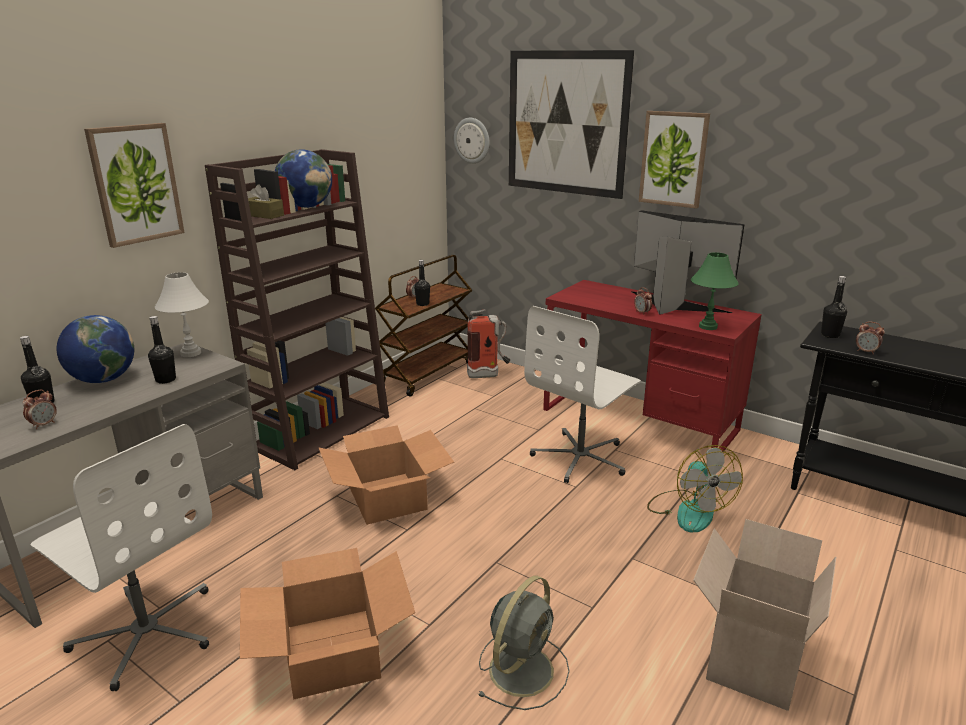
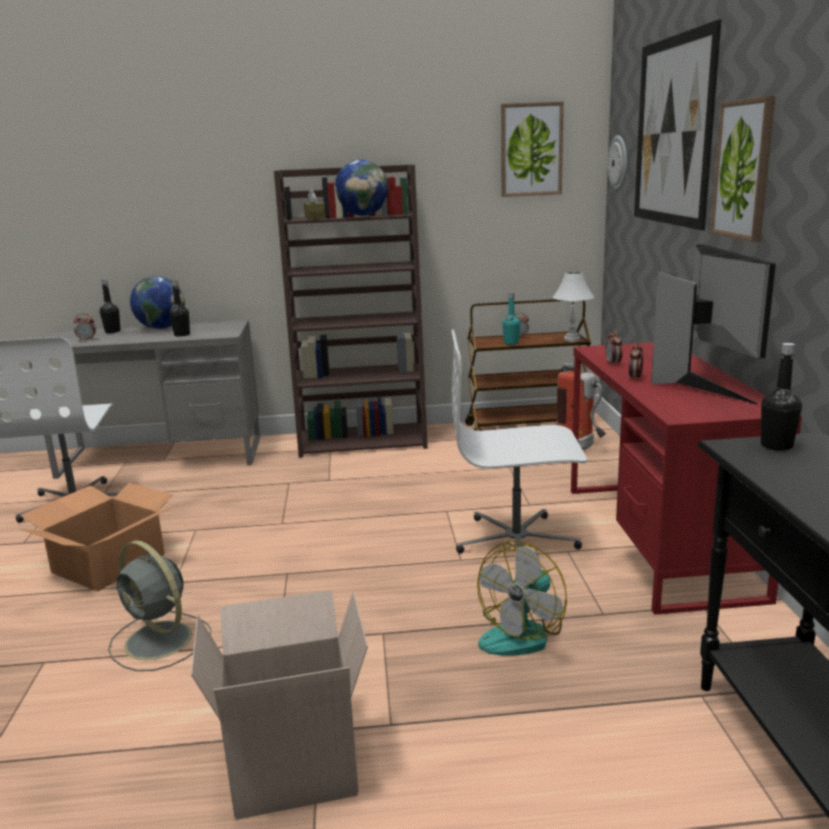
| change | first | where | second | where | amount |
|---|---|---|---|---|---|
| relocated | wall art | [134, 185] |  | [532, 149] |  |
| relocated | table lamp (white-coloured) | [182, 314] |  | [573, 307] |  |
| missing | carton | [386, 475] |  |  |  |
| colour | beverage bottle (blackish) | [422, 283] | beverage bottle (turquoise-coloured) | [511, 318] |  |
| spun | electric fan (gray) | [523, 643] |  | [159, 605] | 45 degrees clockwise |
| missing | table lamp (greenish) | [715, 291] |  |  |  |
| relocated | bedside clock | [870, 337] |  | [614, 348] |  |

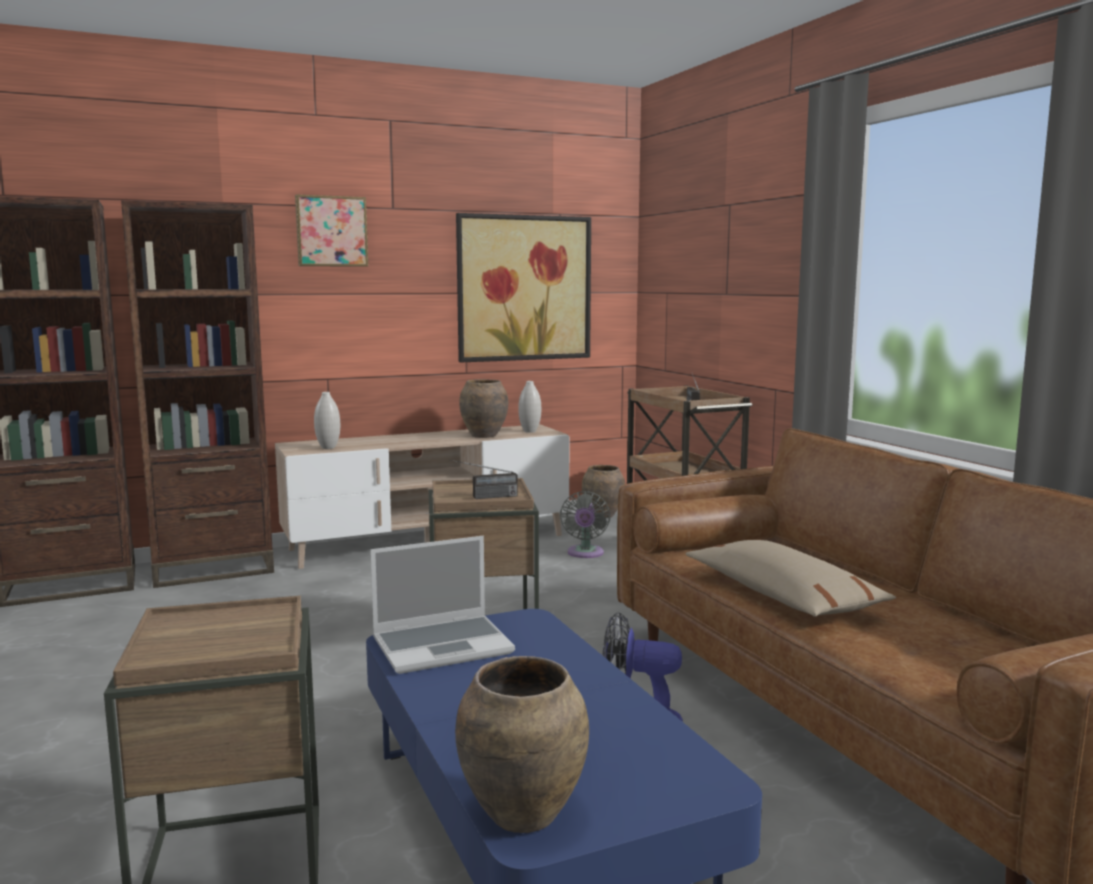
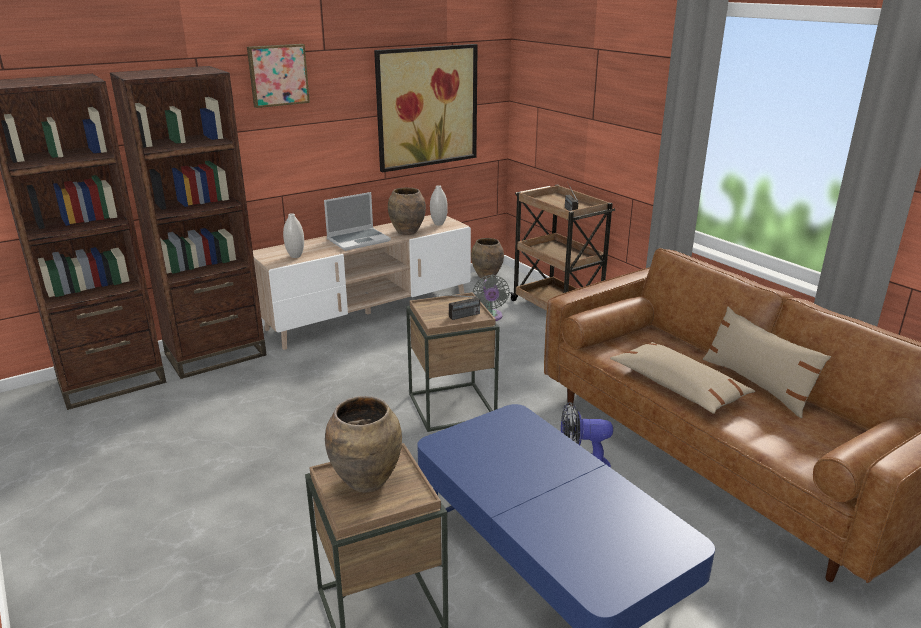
| change | first | where | second | where | amount |
|---|---|---|---|---|---|
| relocated | laptop | [442, 605] |  | [357, 221] |  |
| relocated | vase (brown-coloured) | [522, 744] |  | [363, 444] |  |
| appeared |  |  | throw pillow (sand-coloured) | [767, 362] |  |

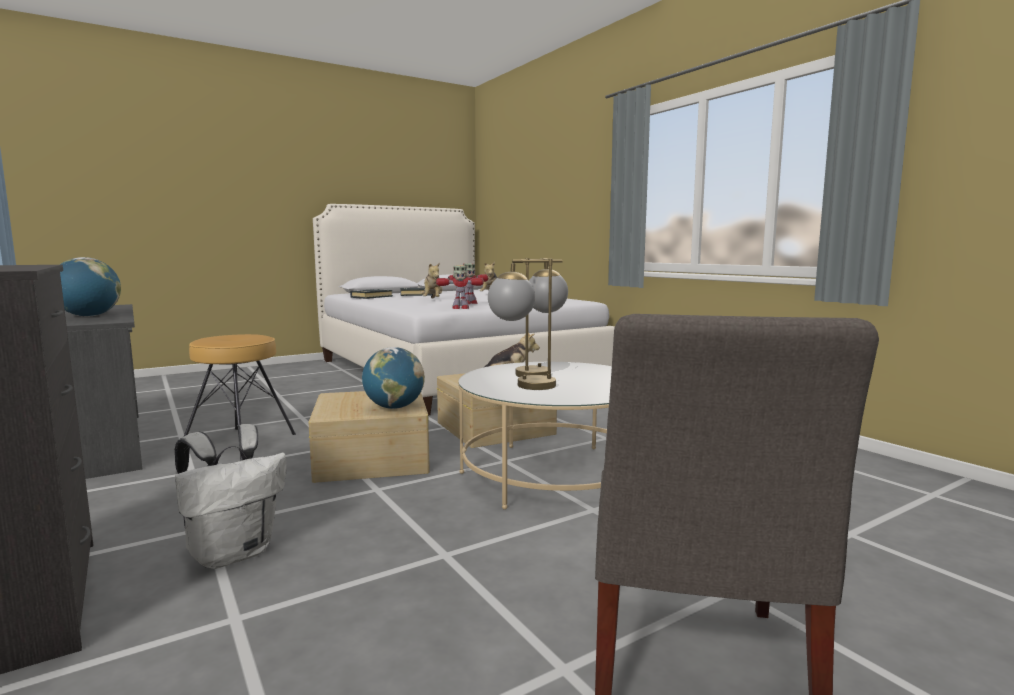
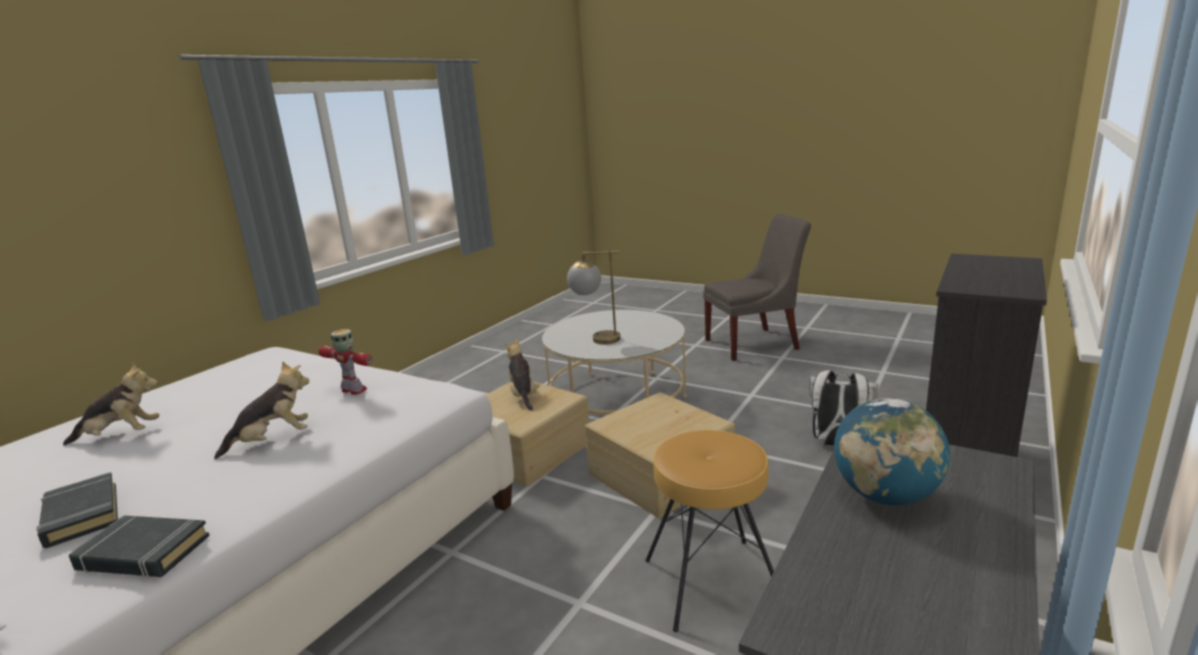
| change | first | where | second | where | amount |
|---|---|---|---|---|---|
| missing | globe | [393, 378] |  |  |  |
| missing | model robot | [459, 287] |  |  |  |
| missing | table lamp | [525, 324] |  |  |  |

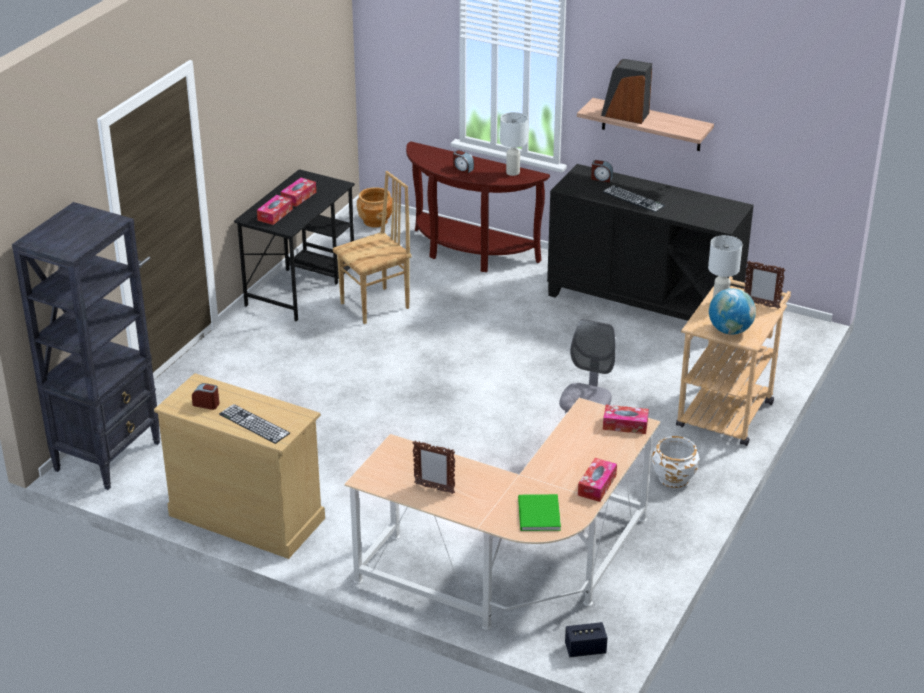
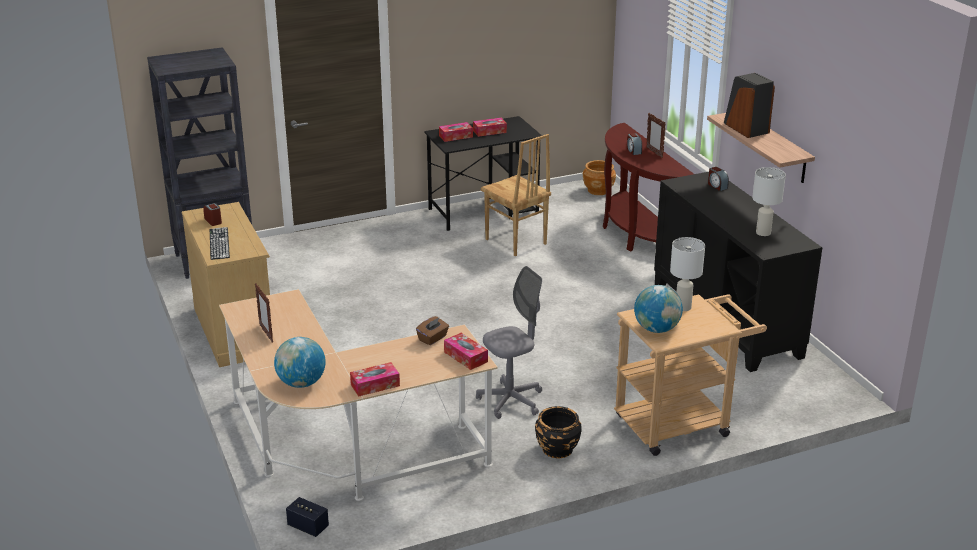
| change | first | where | second | where | amount |
|---|---|---|---|---|---|
| spun | plain chair (brown-coloured) | [372, 247] |  | [516, 195] | 45 degrees clockwise |
| relocated | table lamp (white-coloured) | [514, 144] |  | [769, 201] |  |
| exchanged | book (greenish) | [539, 512] | globe | [300, 362] |  |
| missing | keyboard | [634, 198] |  |  |  |
| colour | plant pot (white-coloured) | [675, 462] | plant pot (blackish) | [558, 432] |  |
| relocated | photo frame | [764, 285] |  | [656, 135] |  |
| appeared |  |  | box of tissues (brown-coloured) | [432, 330] |  |

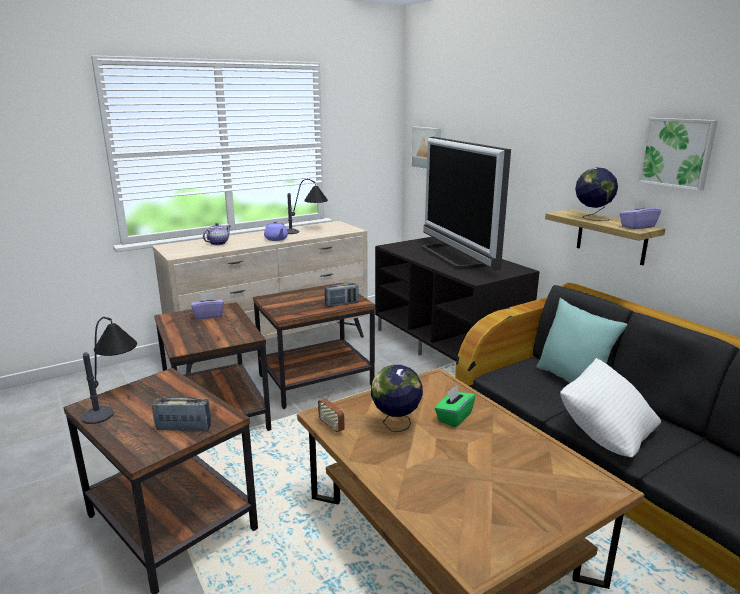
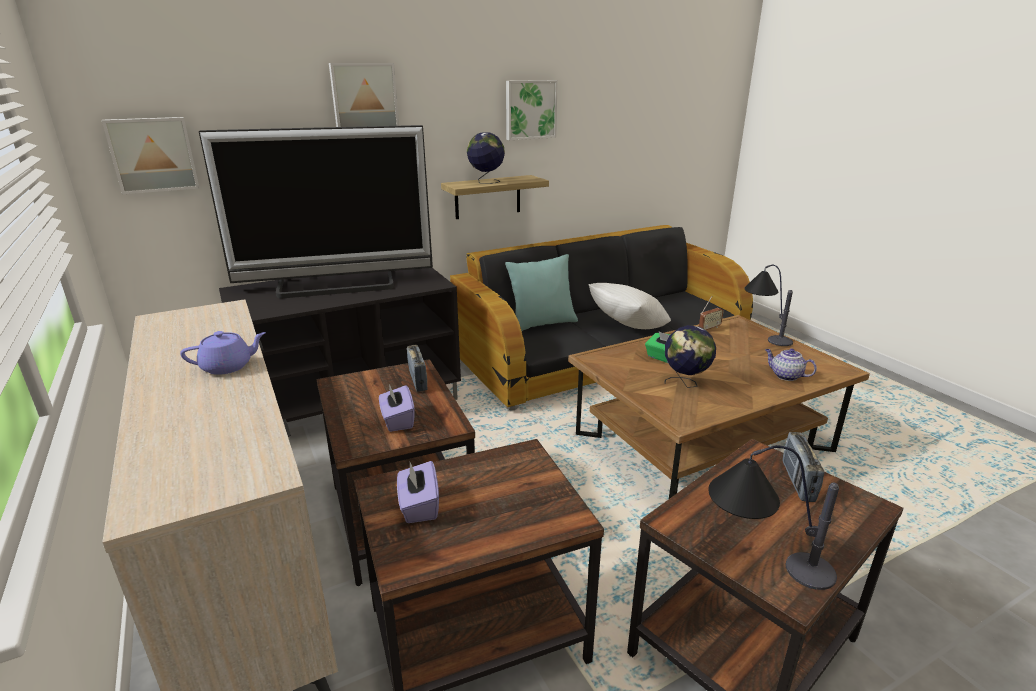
| change | first | where | second | where | amount |
|---|---|---|---|---|---|
| relocated | tea pot | [217, 234] |  | [791, 365] |  |
| relocated | table lamp | [307, 206] |  | [769, 305] |  |
| relocated | radio receiver | [331, 410] |  | [711, 313] |  |
| relocated | box of tissues (purple) | [640, 214] |  | [397, 408] |  |
| appeared |  |  | wall art | [364, 95] |  |

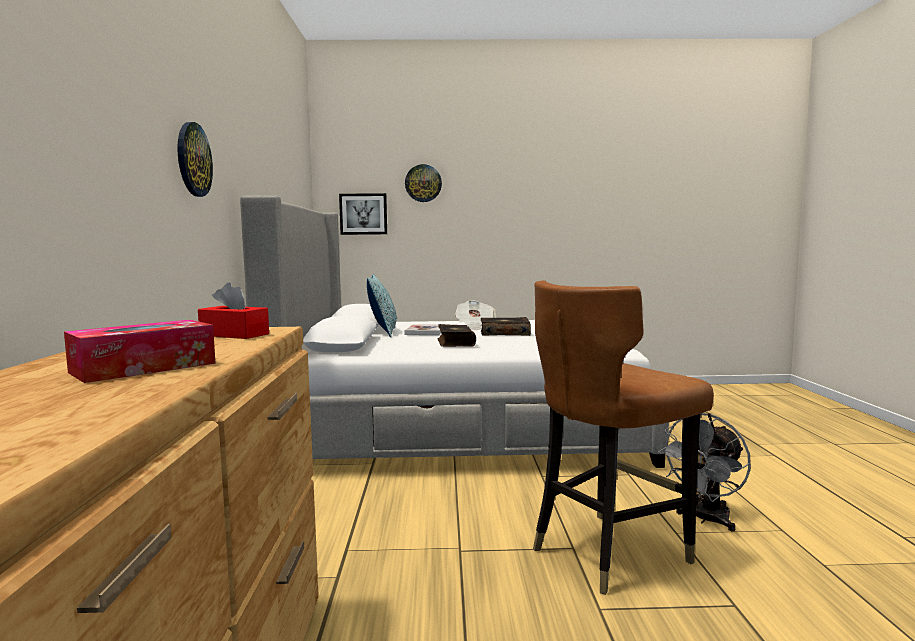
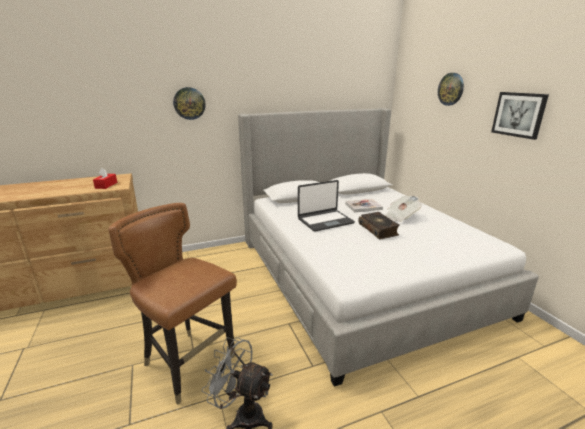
| change | first | where | second | where | amount |
|---|---|---|---|---|---|
| missing | box of tissues | [140, 351] |  |  |  |
| relocated | wall art | [363, 214] |  | [520, 116] |  |
| missing | throw pillow | [382, 305] |  |  |  |
| exchanged | book | [457, 335] | laptop | [326, 205] |  |

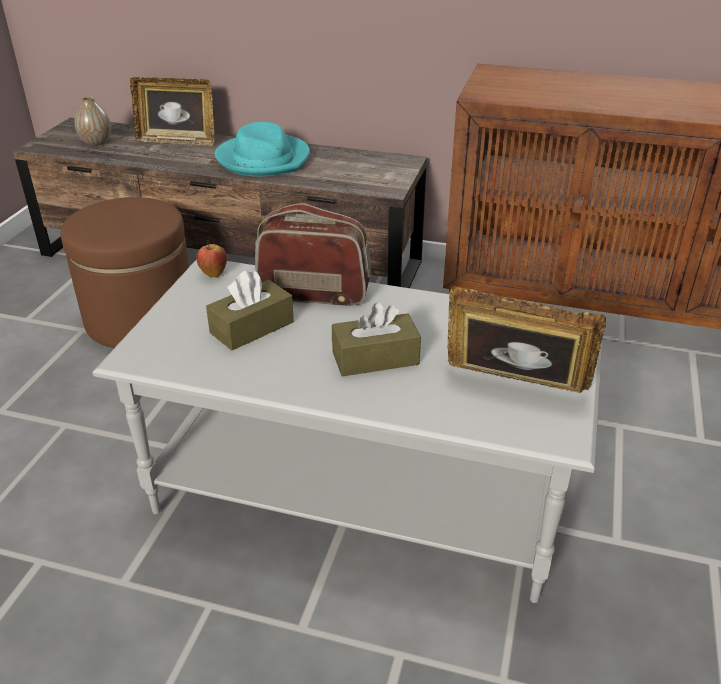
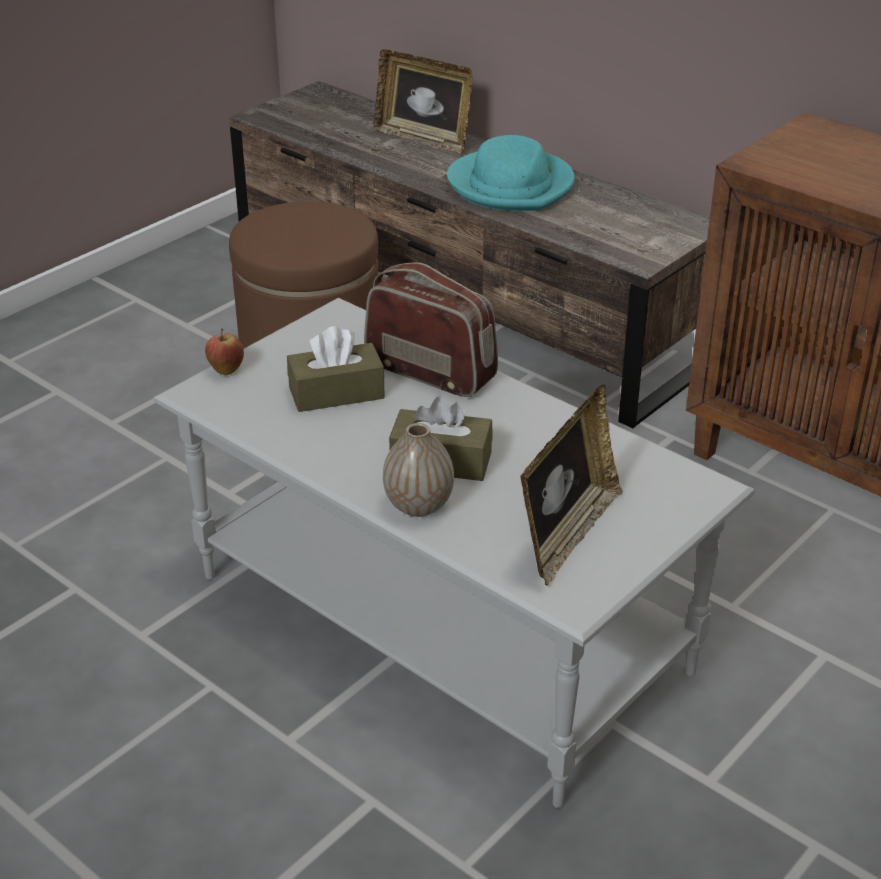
| change | first | where | second | where | amount |
|---|---|---|---|---|---|
| relocated | vase | [93, 121] |  | [418, 470] |  |
| relocated | apple | [211, 258] |  | [224, 351] |  |
| spun | photo frame | [526, 339] |  | [571, 485] | 75 degrees clockwise |

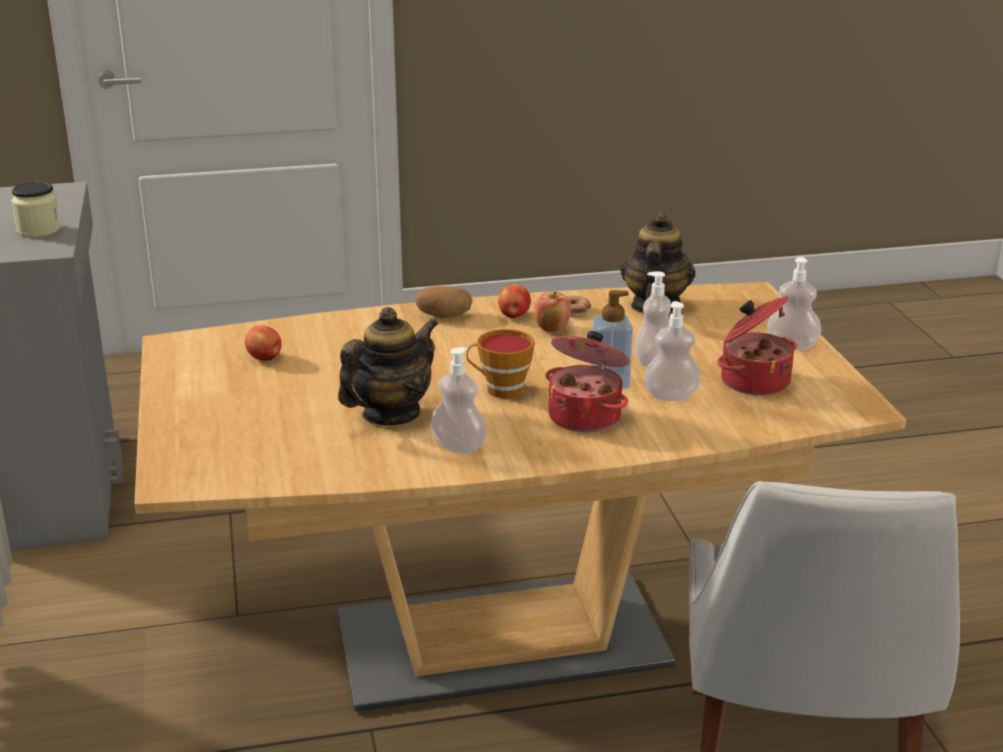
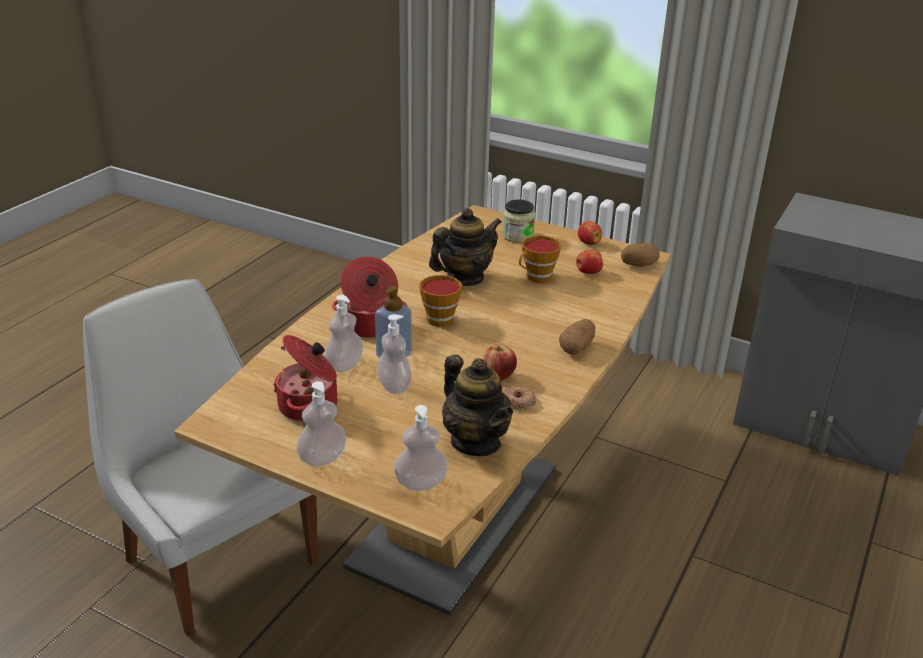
| change | first | where | second | where | amount |
|---|---|---|---|---|---|
| relocated | preserve jar | [36, 209] |  | [518, 221] |  |
| spun | tea pot | [388, 366] |  | [465, 247] | 120 degrees counterclockwise |
| relocated | soap bottle | [459, 400] |  | [421, 448] |  |
| relocated | apple | [514, 301] |  | [590, 233] |  |
| appeared |  |  | small cup | [540, 259] |  |
| appeared |  |  | spud | [640, 255] |  |

